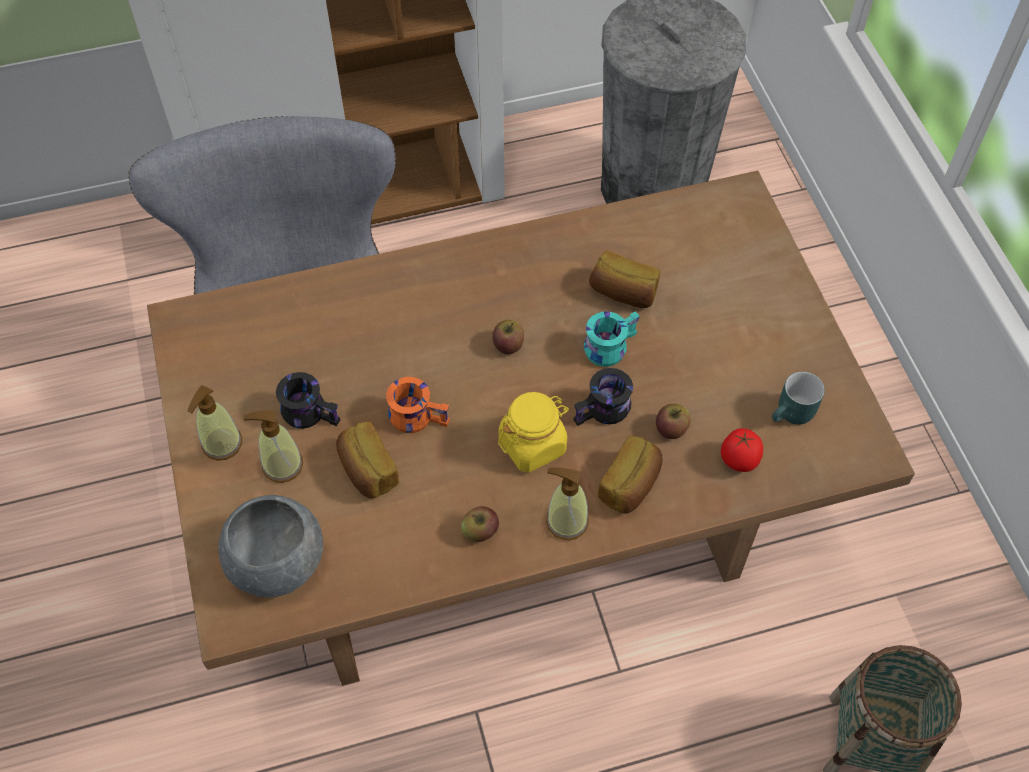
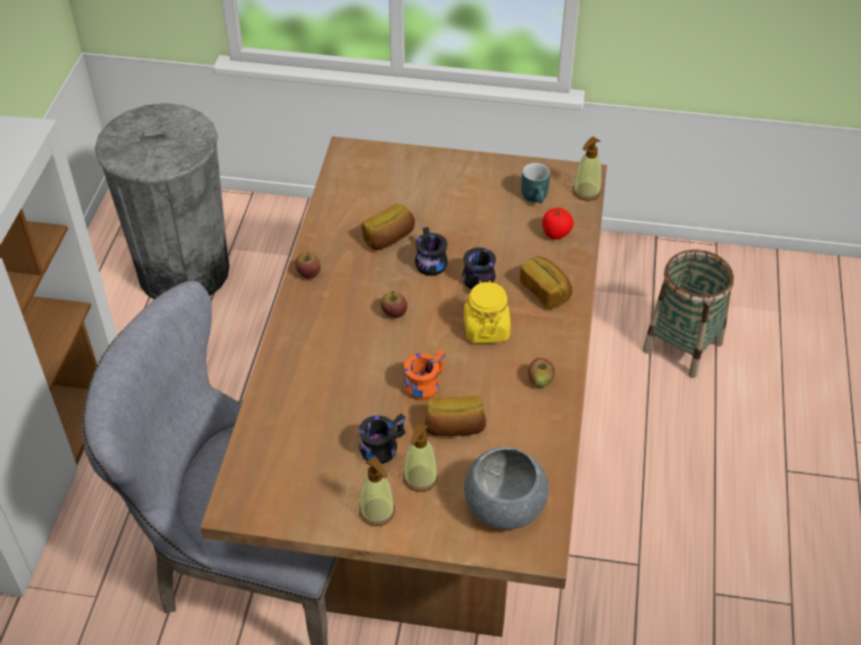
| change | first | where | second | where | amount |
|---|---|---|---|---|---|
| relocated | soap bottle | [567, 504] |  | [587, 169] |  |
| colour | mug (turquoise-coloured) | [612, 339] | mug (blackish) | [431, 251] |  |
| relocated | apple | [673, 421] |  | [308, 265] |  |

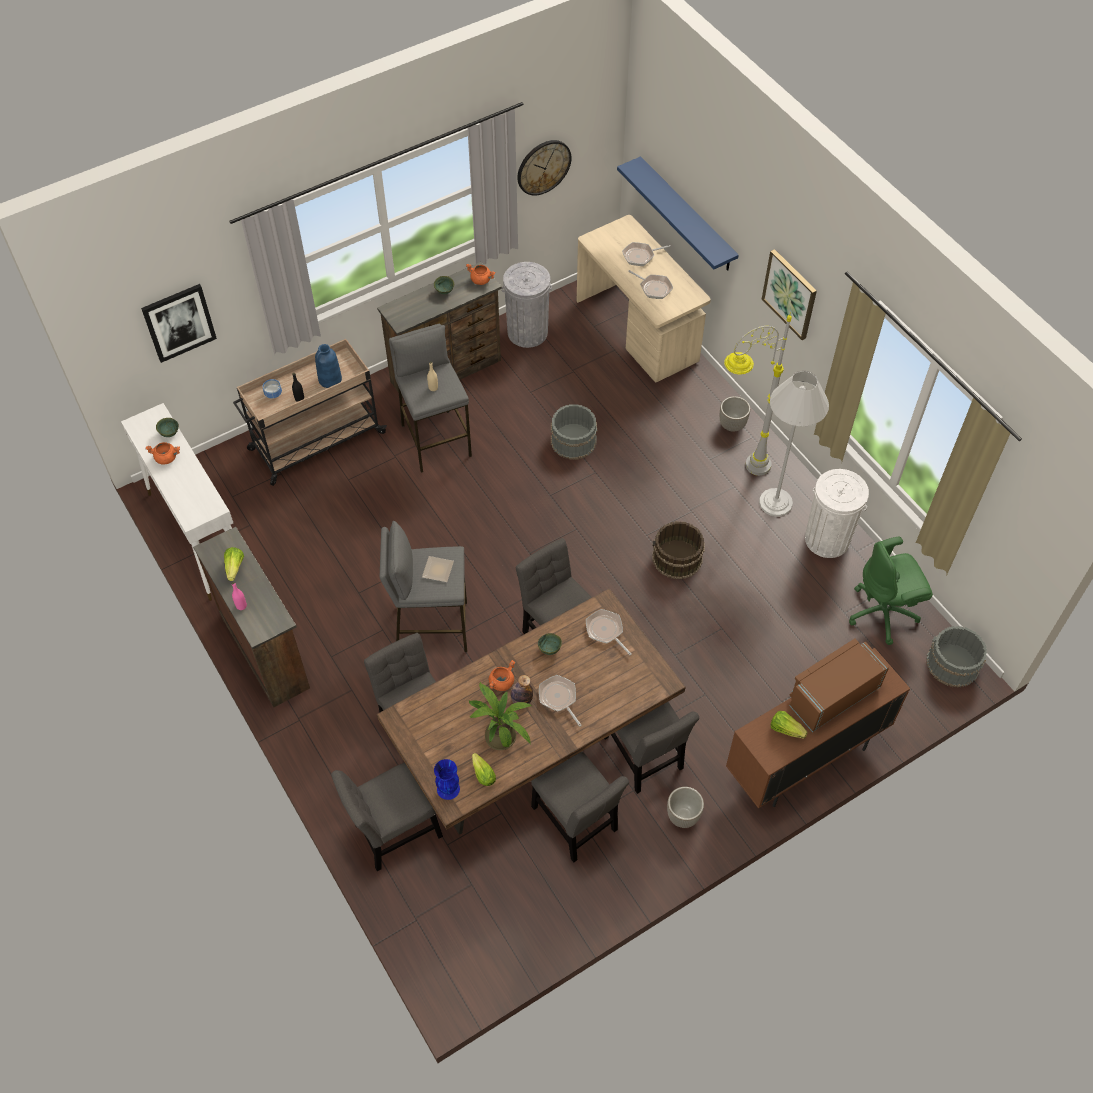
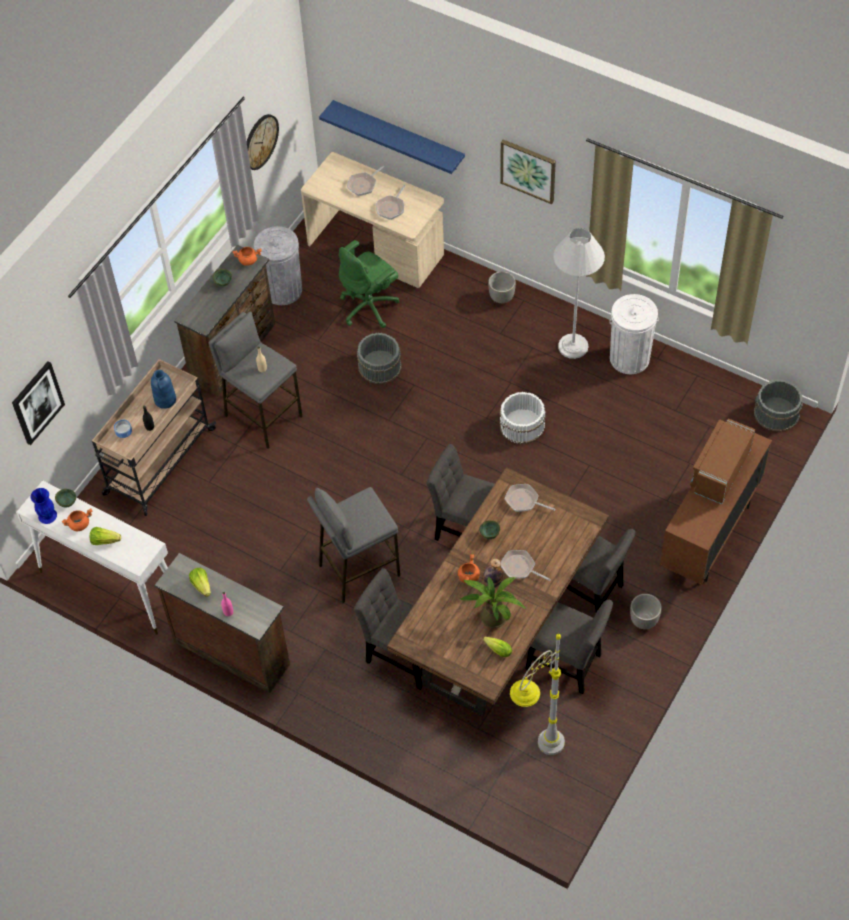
| change | first | where | second | where | amount |
|---|---|---|---|---|---|
| missing | plain chair (gray) | [387, 816] |  |  |  |
| missing | plate | [438, 569] |  |  |  |
| relocated | vase (bluish) | [447, 779] |  | [44, 506] |  |
| spun | pan | [650, 284] |  | [390, 202] | 105 degrees clockwise |
| colour | water bucket (brown-coloured) | [678, 550] | water bucket (white-coloured) | [523, 418] |  |
| relocated | floor lamp (gray) | [758, 394] |  | [537, 693] |  |
| relocated | lettuce head | [789, 725] |  | [105, 536] |  |
| relocated | desk chair (greenish) | [891, 591] |  | [369, 284] |  |

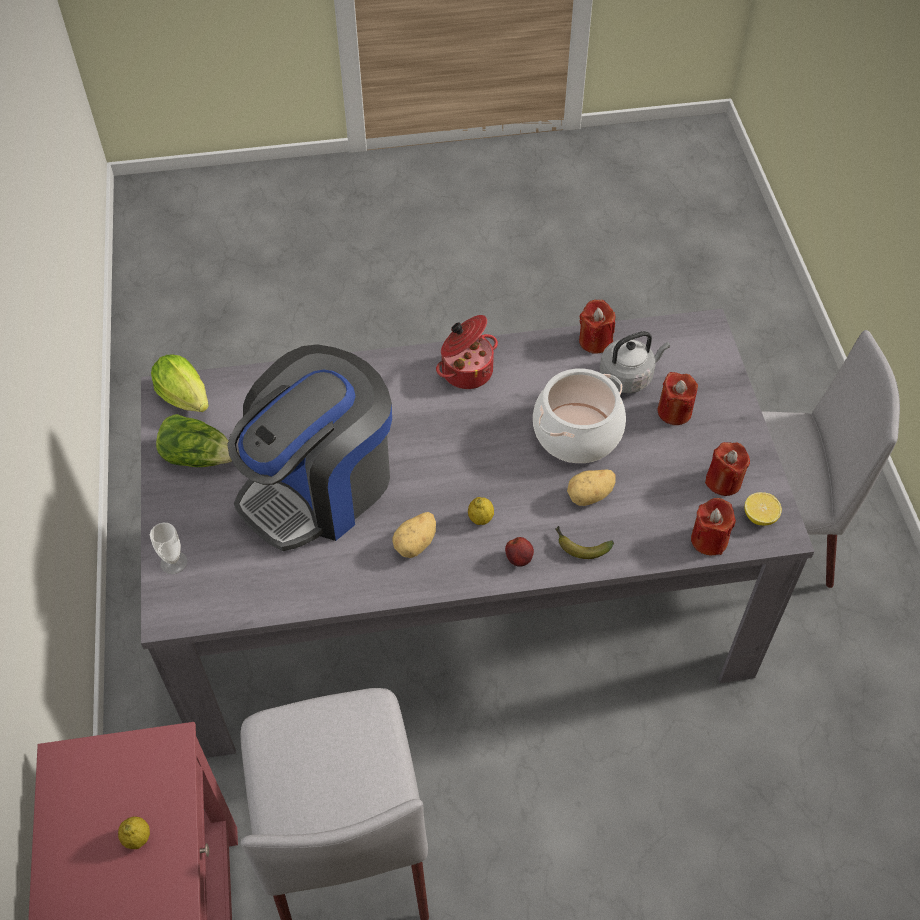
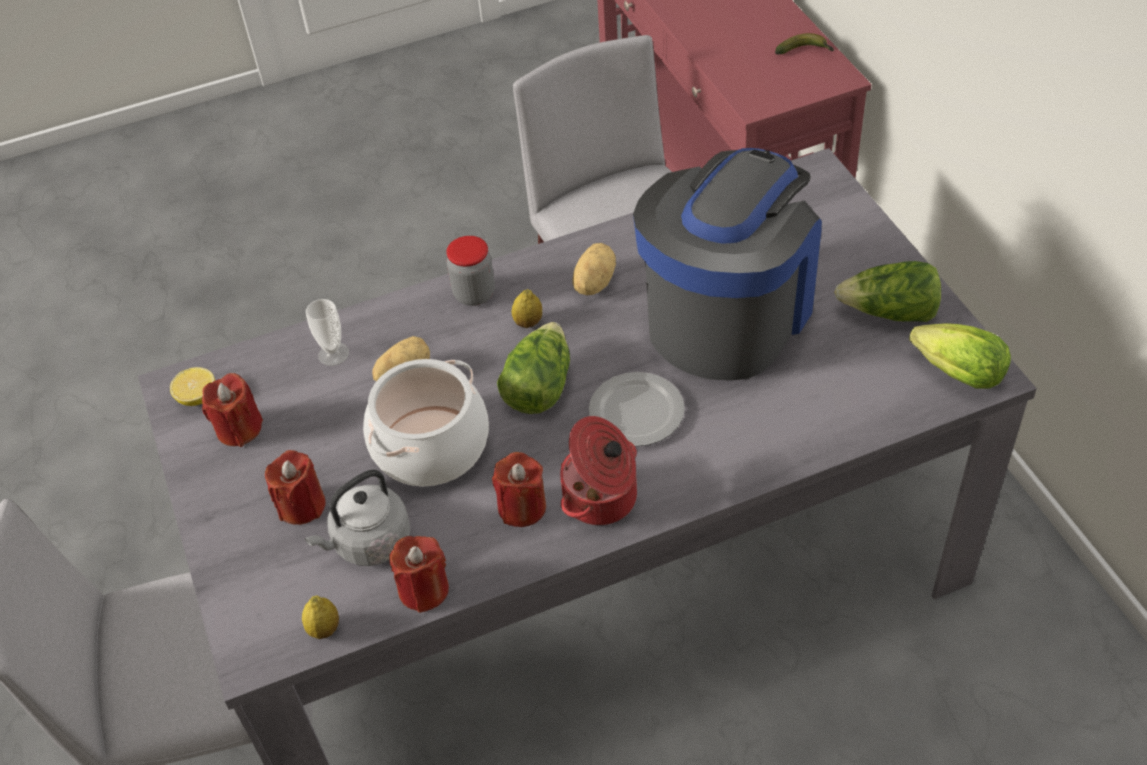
| change | first | where | second | where | amount |
|---|---|---|---|---|---|
| relocated | lemon | [134, 833] |  | [320, 617] |  |
| relocated | small cup | [168, 548] |  | [327, 332] |  |
| exchanged | apple | [519, 552] | preserve jar | [470, 271] |  |
| relocated | banana fruit | [584, 542] |  | [804, 44] |  |
| relocated | candle (red) | [713, 526] |  | [519, 489] |  |
| appeared |  |  | lettuce head | [533, 368] |  |
| appeared |  |  | plate | [637, 409] |  |

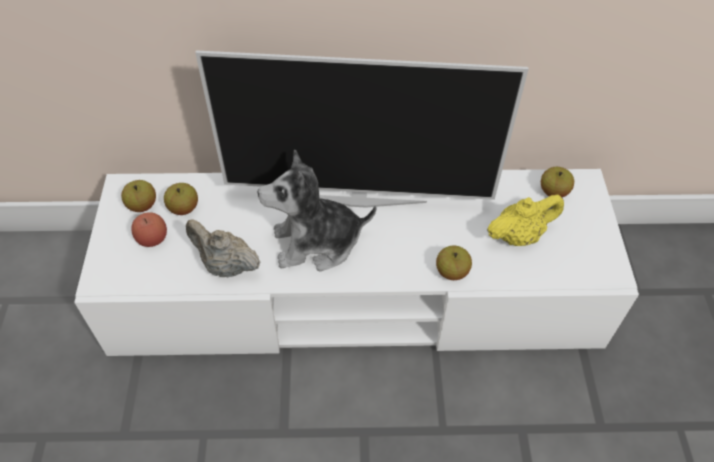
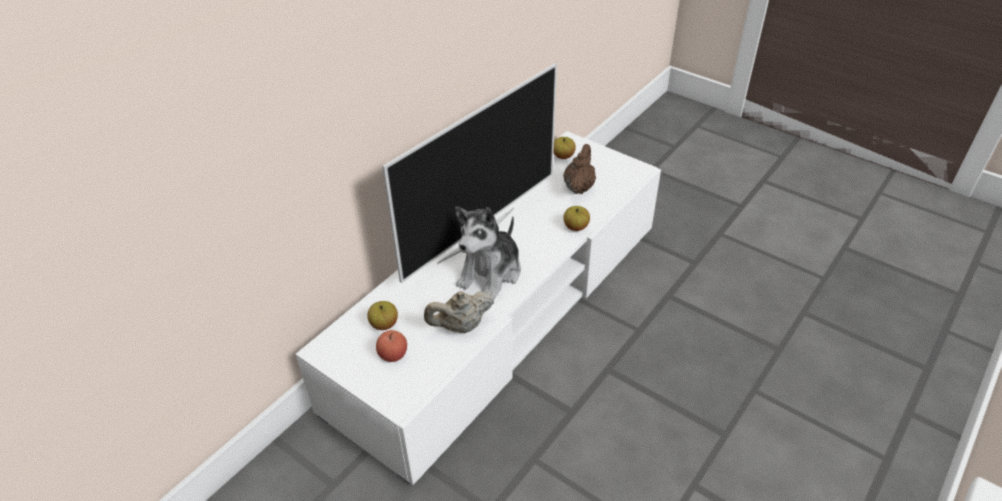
| change | first | where | second | where | amount |
|---|---|---|---|---|---|
| missing | apple | [138, 196] |  |  |  |
| colour | tea pot (yellow) | [525, 220] | tea pot (brown-coloured) | [579, 169] |  |

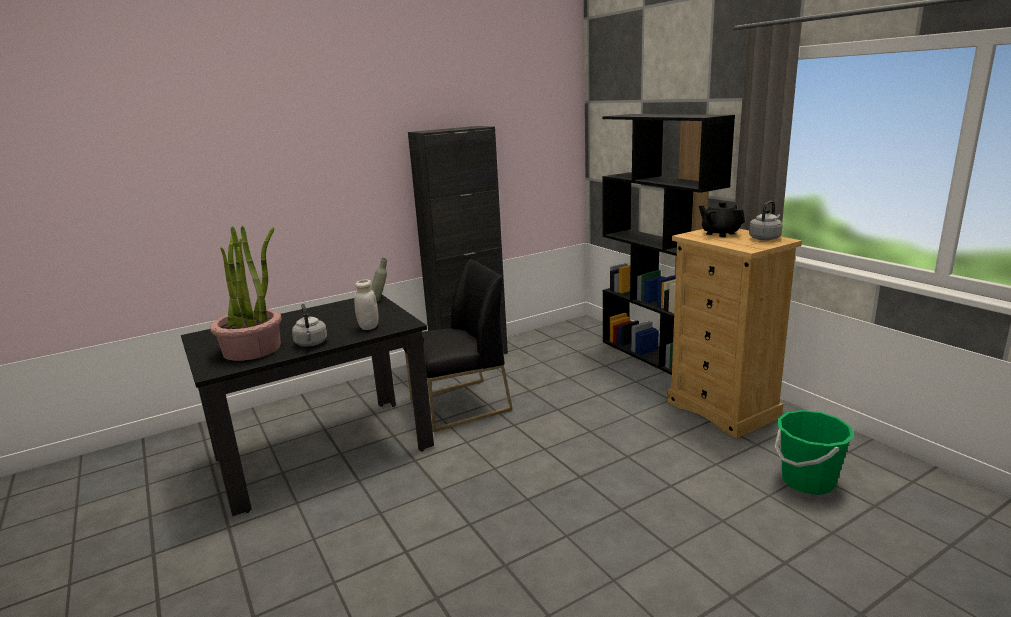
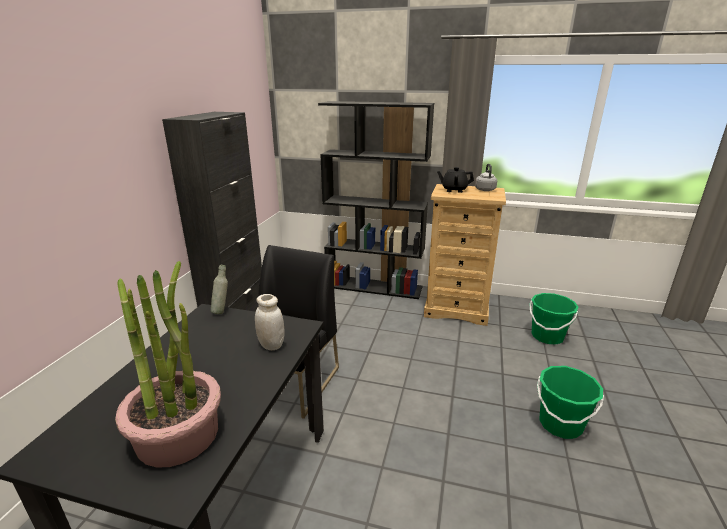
| change | first | where | second | where | amount |
|---|---|---|---|---|---|
| missing | kettle (gray) | [309, 325] |  |  |  |
| appeared |  |  | water bucket (greenish) | [570, 402] |  |

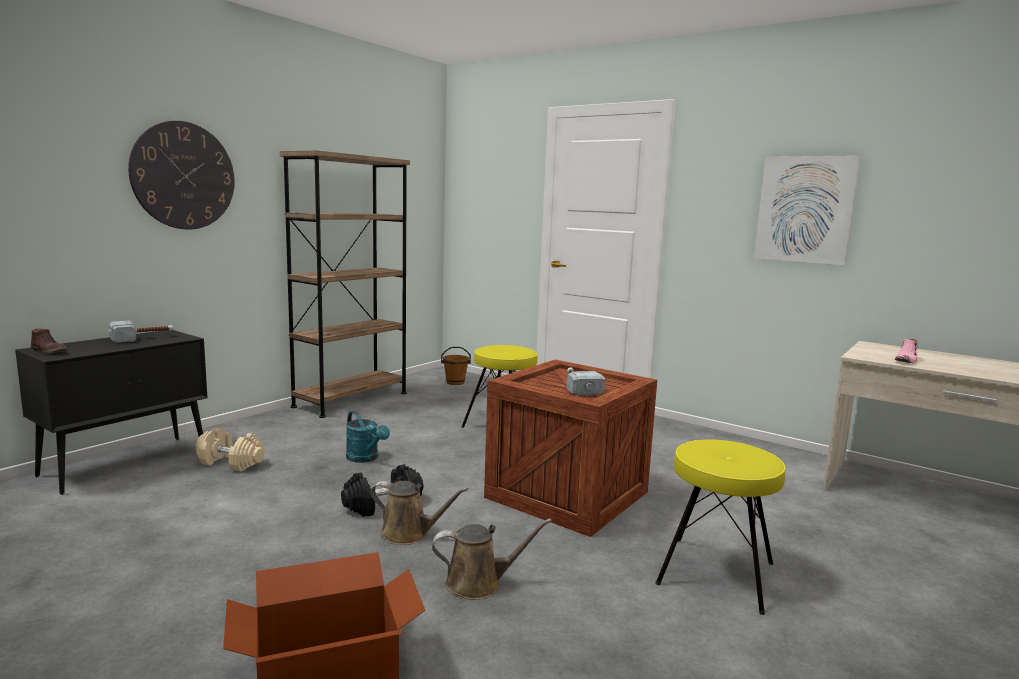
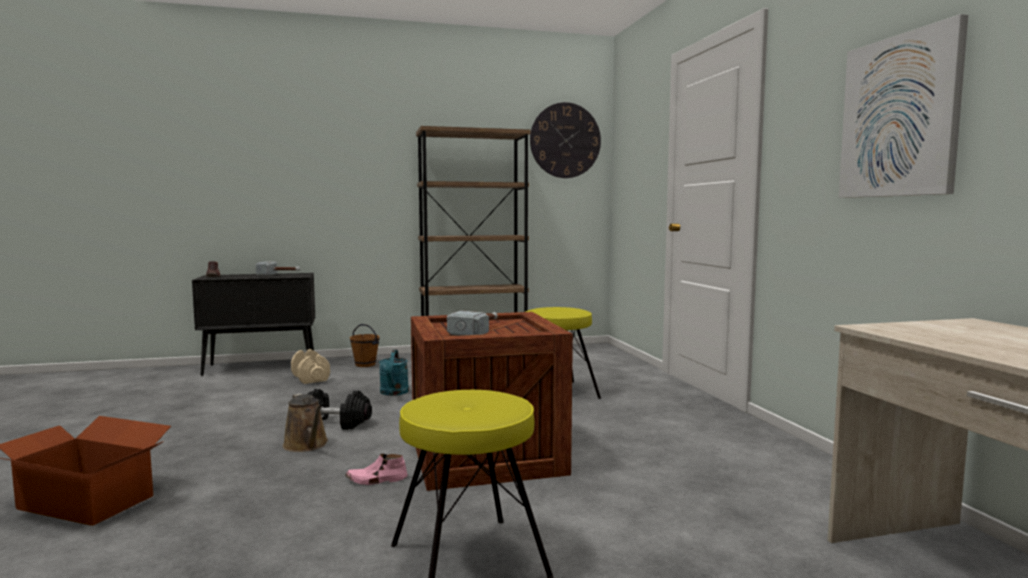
| change | first | where | second | where | amount |
|---|---|---|---|---|---|
| relocated | hanging clock | [181, 175] |  | [565, 140] |  |
| missing | sprinkling can (brown-coloured) | [492, 559] |  |  |  |
| relocated | water bucket (brown-coloured) | [456, 366] |  | [365, 345] |  |
| relocated | shoe (pink) | [907, 351] |  | [376, 469] |  |

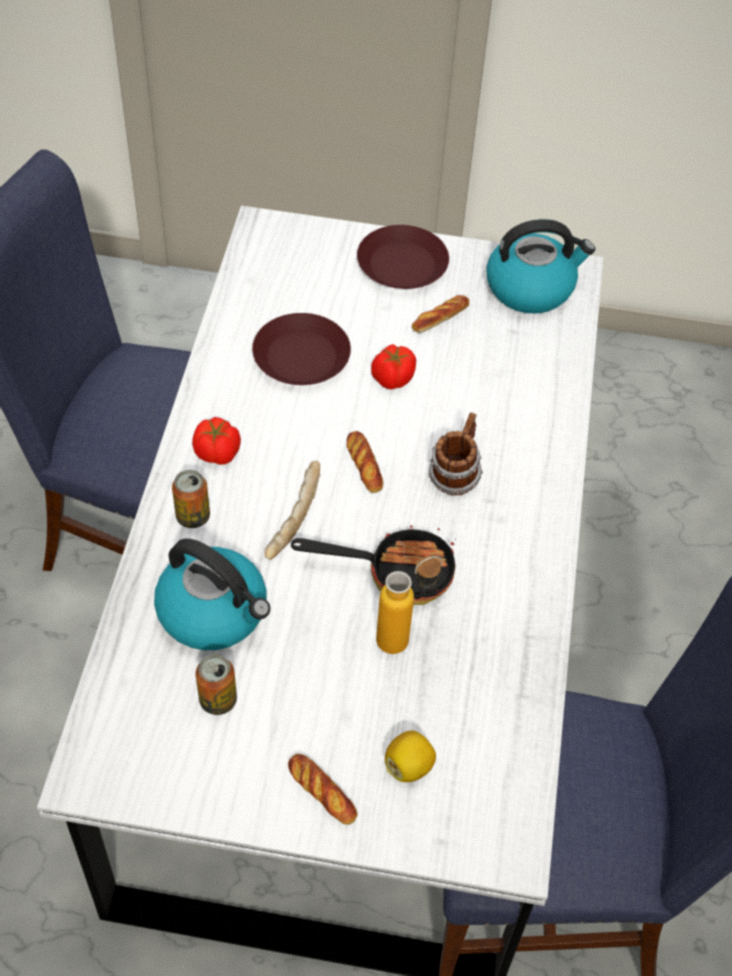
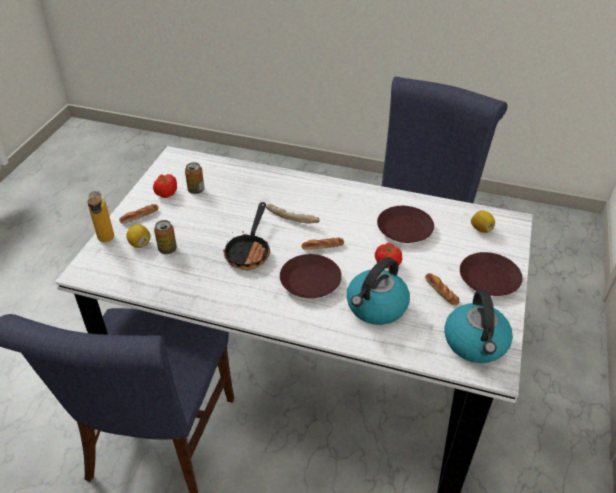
| change | first | where | second | where | amount |
|---|---|---|---|---|---|
| relocated | kettle | [212, 594] |  | [378, 291] |  |
| relocated | sealed can | [191, 499] |  | [165, 237] |  |
| relocated | fresh tomato | [216, 441] |  | [165, 186] |  |
| relocated | beverage bottle | [409, 605] |  | [100, 216] |  |
| exchanged | mug | [456, 454] | plate (brown-coloured) | [311, 276] |  |
| appeared |  |  | lemon | [483, 221] |  |

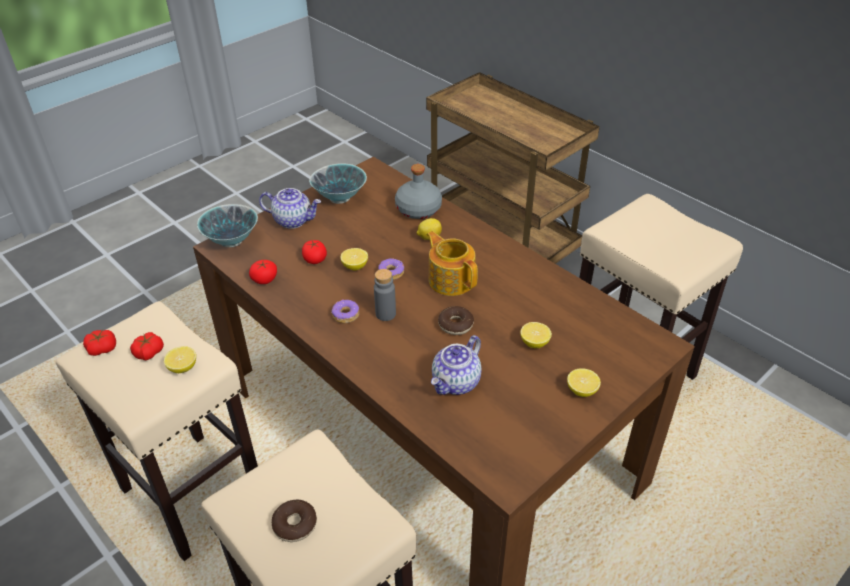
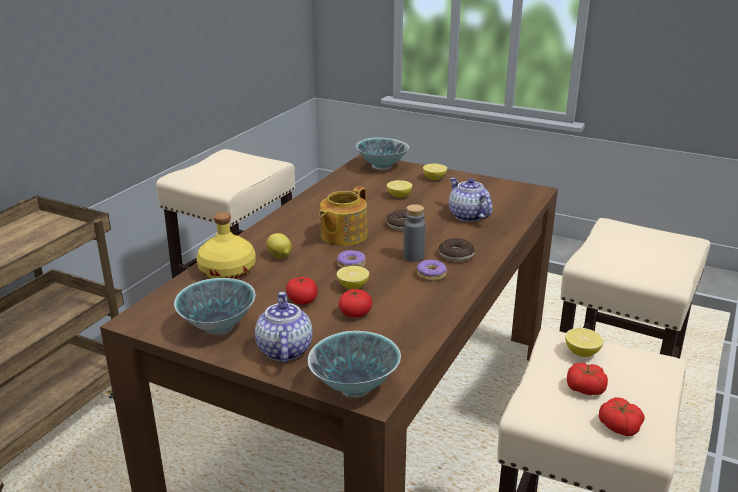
| change | first | where | second | where | amount |
|---|---|---|---|---|---|
| relocated | fresh tomato | [263, 272] |  | [302, 291] |  |
| relocated | doughnut | [294, 521] |  | [457, 250] |  |
| colour | beverage bottle (gray) | [418, 191] | beverage bottle (yellow) | [226, 245] |  |
| spun | tea pot | [456, 365] |  | [470, 200] | 135 degrees counterclockwise |
| appeared |  |  | deep dish | [382, 154] |  |

